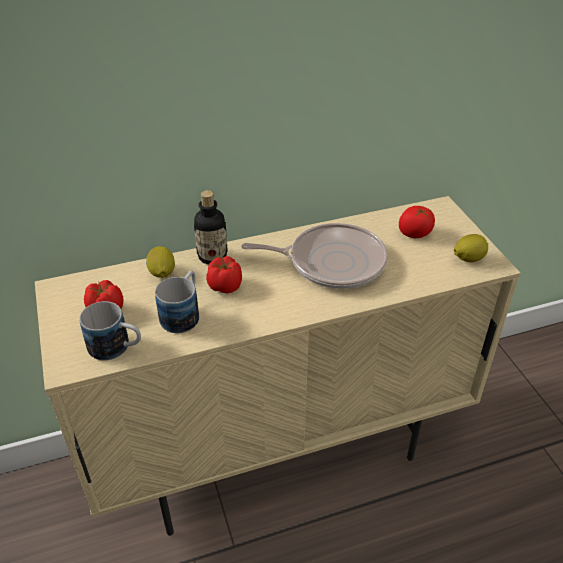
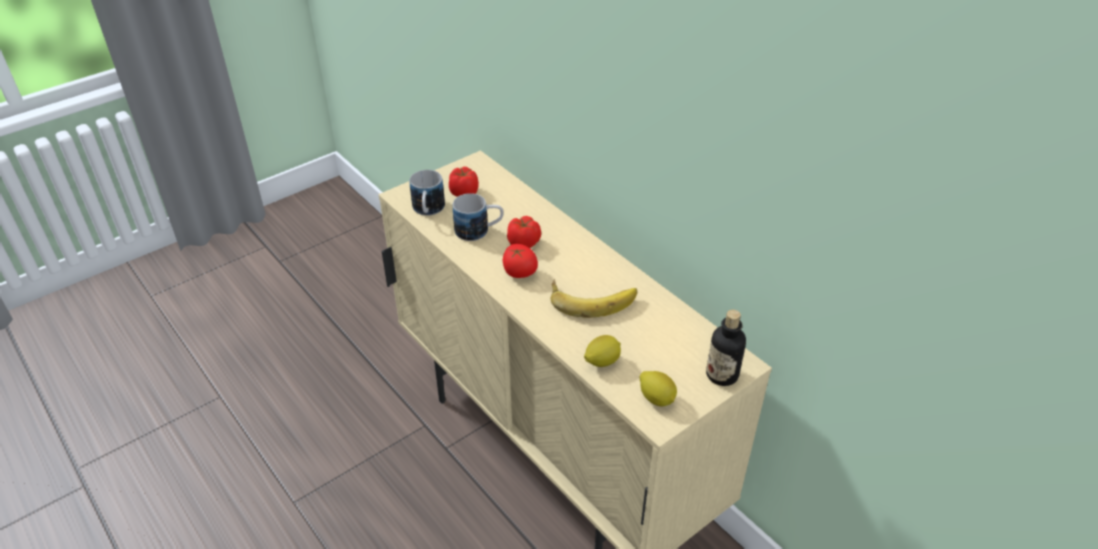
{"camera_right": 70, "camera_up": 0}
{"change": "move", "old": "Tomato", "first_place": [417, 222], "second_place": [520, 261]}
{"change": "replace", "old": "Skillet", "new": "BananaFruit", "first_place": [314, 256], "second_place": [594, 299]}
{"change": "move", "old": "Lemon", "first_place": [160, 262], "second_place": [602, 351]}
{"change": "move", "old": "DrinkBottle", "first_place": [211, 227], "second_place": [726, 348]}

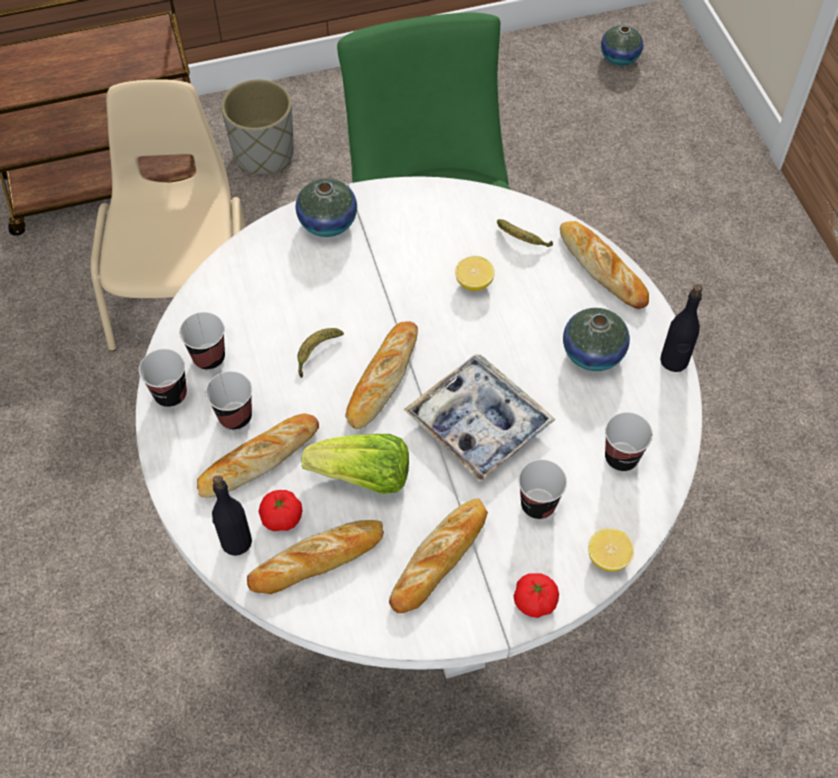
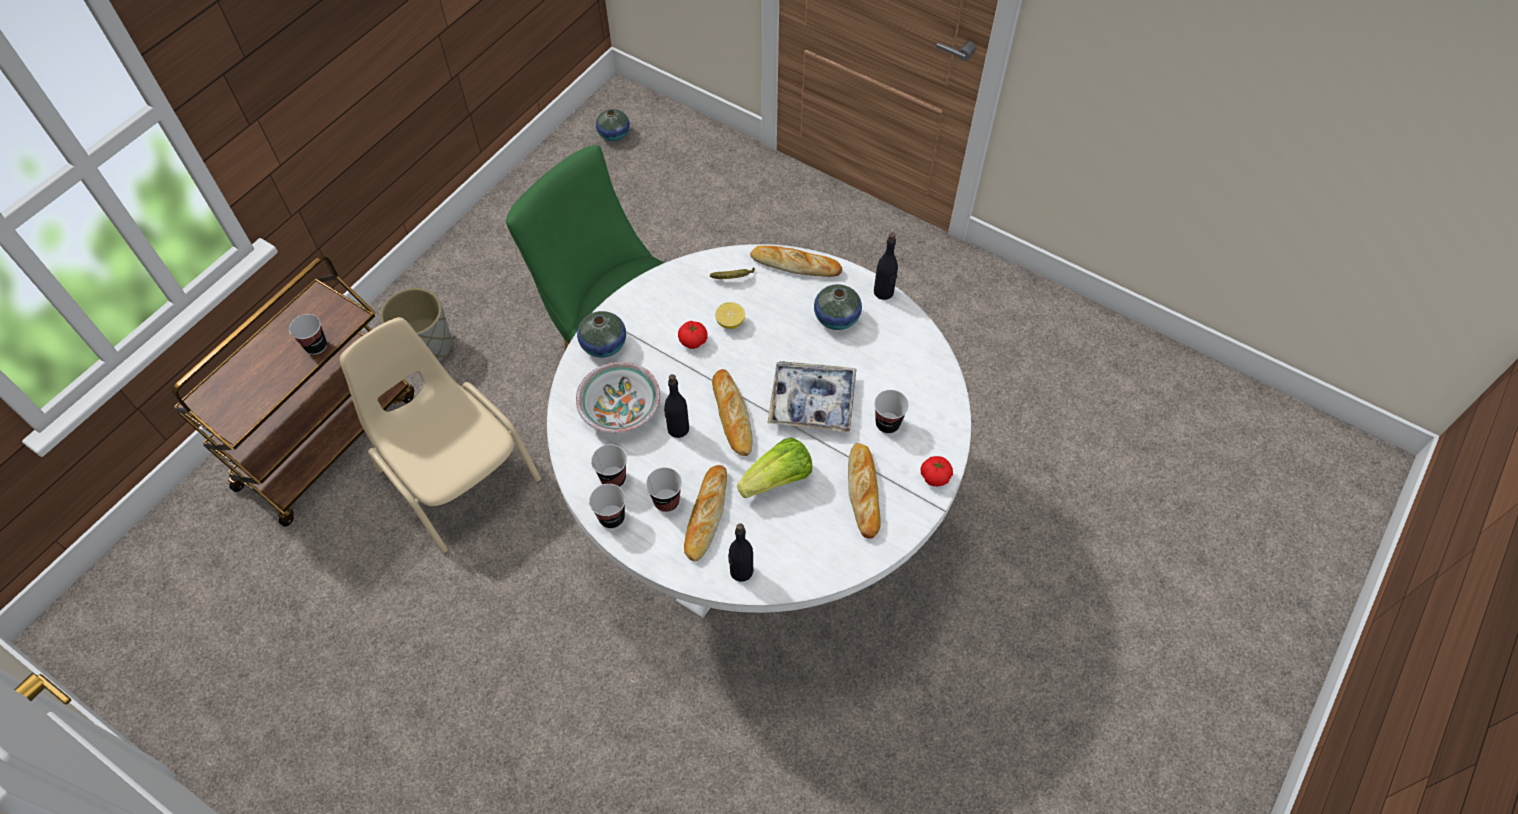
{"camera_right": -40, "camera_up": 0}
{"change": "move", "old": "SmallCup", "first_place": [629, 442], "second_place": [308, 334]}
{"change": "insert", "new": "ServingBowl", "second_place": [618, 397]}
{"change": "replace", "old": "BananaFruit", "new": "BlackishDrinkBottle", "first_place": [320, 353], "second_place": [676, 406]}
{"change": "move", "old": "Tomato", "first_place": [280, 511], "second_place": [693, 335]}
{"change": "delete", "old": "BakedBread", "first_place": [315, 557]}
{"change": "delete", "old": "Lemon", "first_place": [611, 549]}

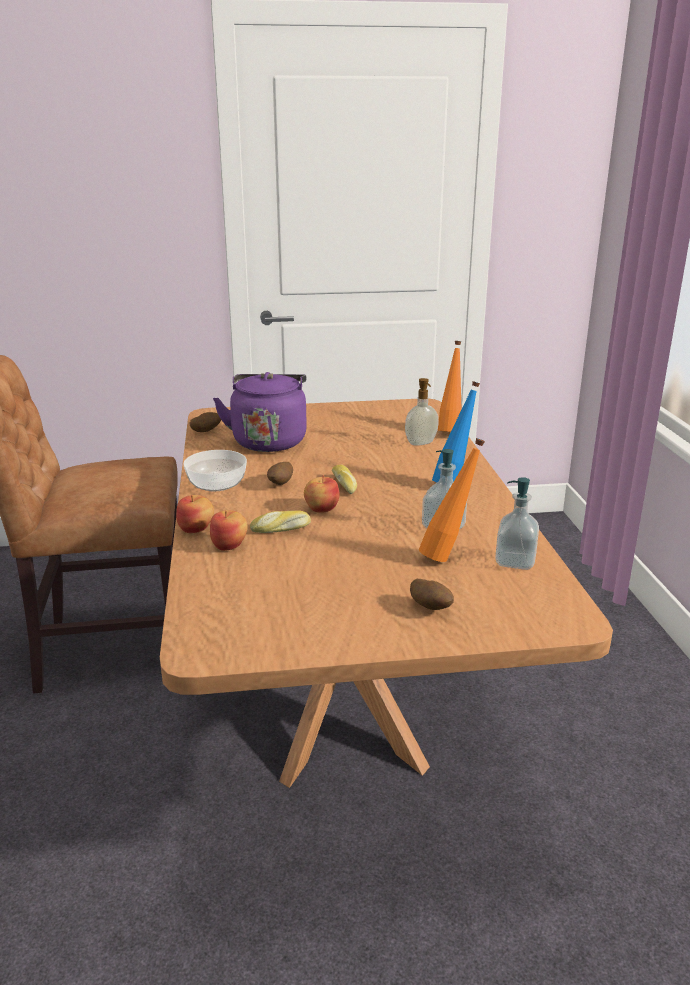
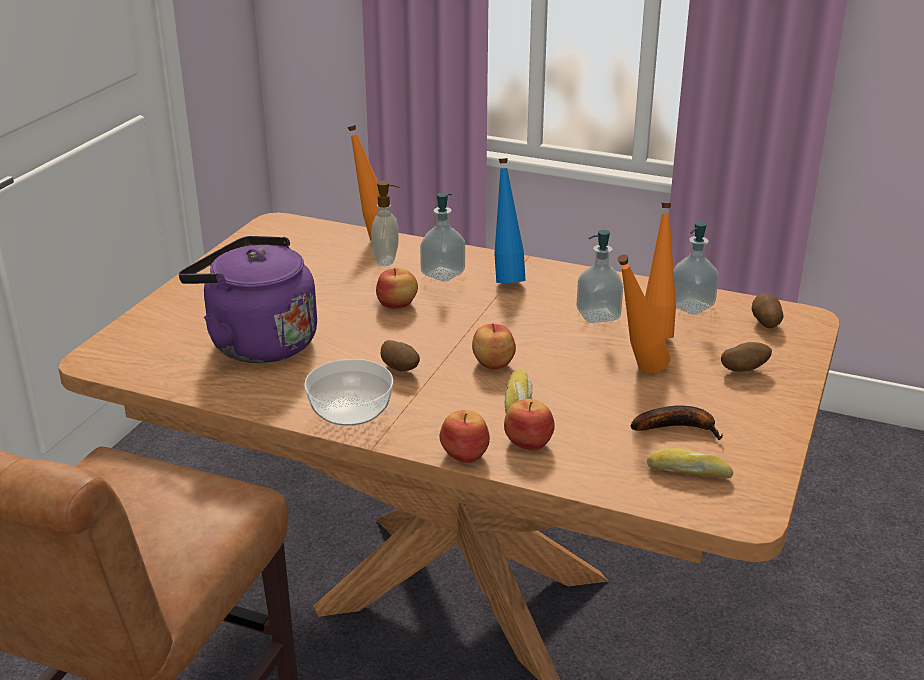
{"camera_right": -60, "camera_up": 5}
{"change": "insert", "new": "Apple", "second_place": [397, 288]}
{"change": "insert", "new": "SoapBottle", "second_place": [442, 237]}
{"change": "insert", "new": "OrangeDrinkBottle", "second_place": [643, 314]}
{"change": "insert", "new": "BananaFruit", "second_place": [677, 422]}
{"change": "move", "old": "BakedBread", "first_place": [344, 479], "second_place": [690, 463]}
{"change": "move", "old": "WholePotato", "first_place": [205, 422], "second_place": [767, 310]}

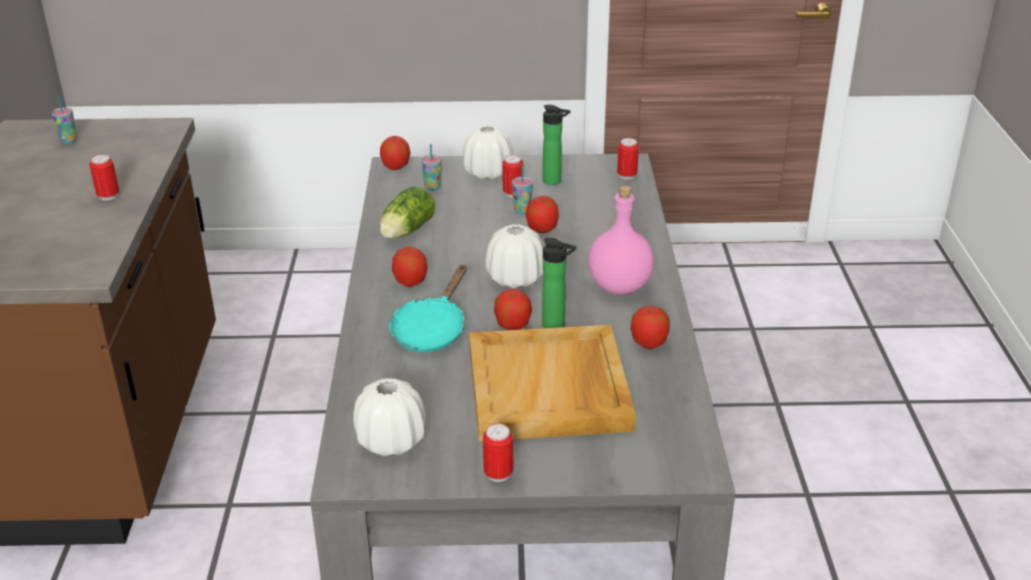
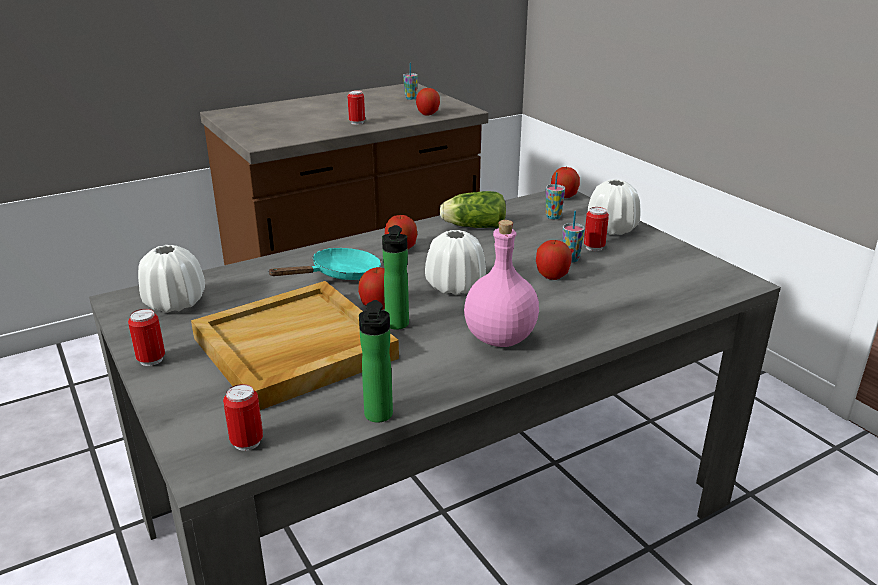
{"camera_right": 60, "camera_up": -5}
{"change": "move", "old": "MetalCan", "first_place": [628, 158], "second_place": [243, 417]}
{"change": "rotate", "old": "TurquoiseSkillet", "first_place": [428, 308], "second_place": [324, 264], "degrees": 150}
{"change": "move", "old": "DrinkBottle", "first_place": [556, 145], "second_place": [376, 361]}
{"change": "move", "old": "Apple", "first_place": [650, 327], "second_place": [428, 102]}

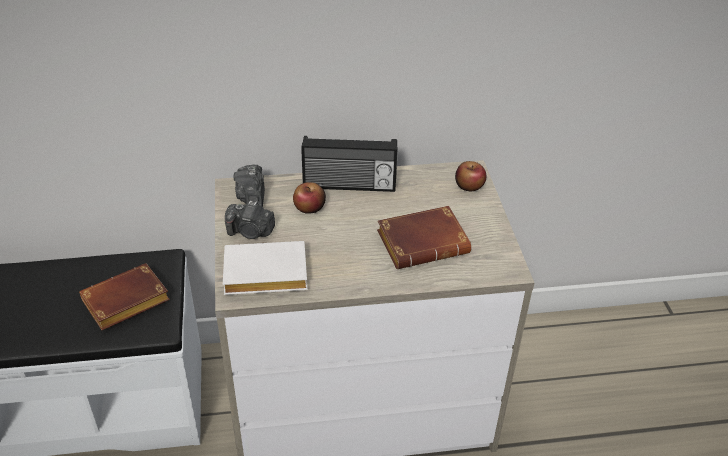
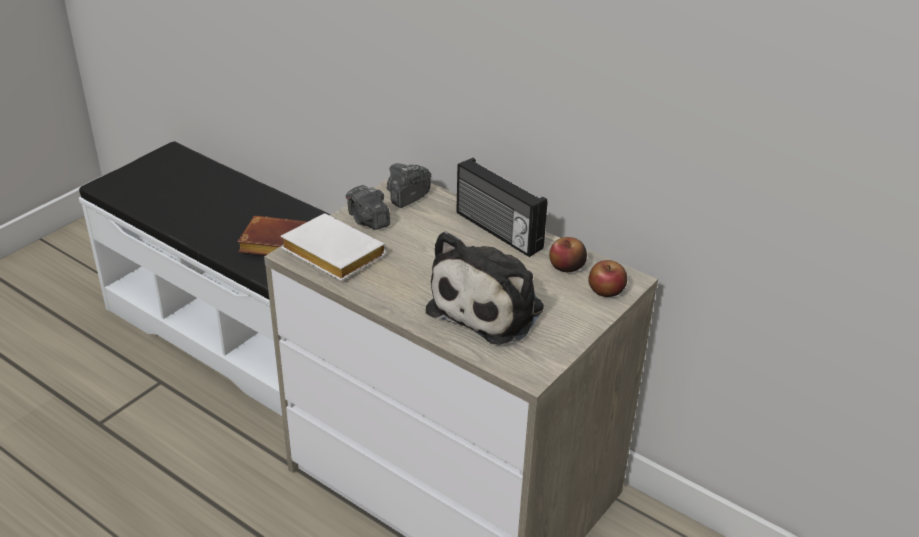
{"camera_right": 45, "camera_up": -5}
{"change": "replace", "old": "BrownBook", "new": "SoftToy", "first_place": [424, 237], "second_place": [485, 288]}
{"change": "move", "old": "Apple", "first_place": [309, 198], "second_place": [568, 254]}

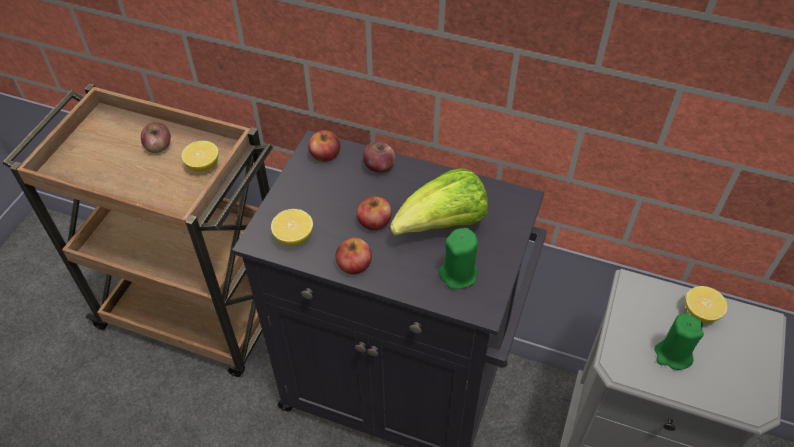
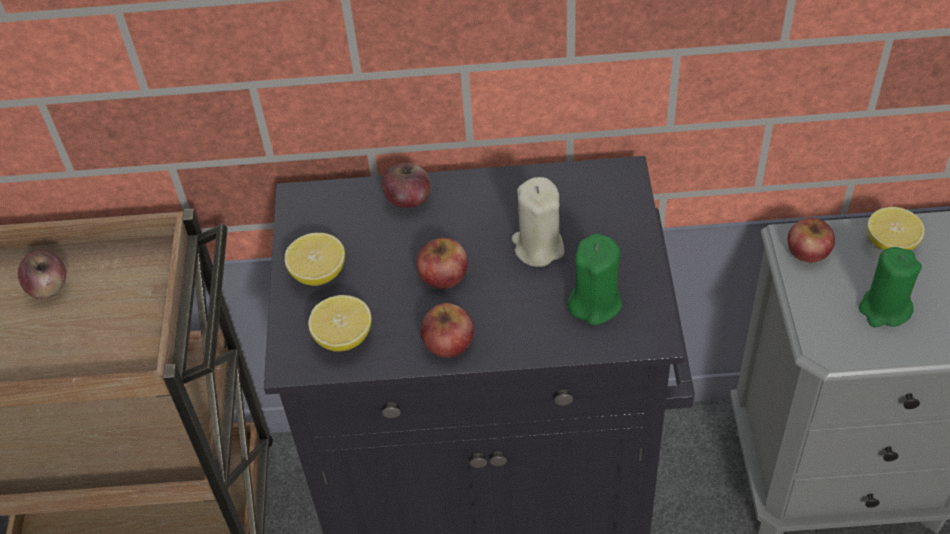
{"camera_right": -20, "camera_up": 0}
{"change": "move", "old": "Lemon", "first_place": [200, 156], "second_place": [315, 259]}
{"change": "replace", "old": "HeadOfLettuce", "new": "SandColouredCandle", "first_place": [439, 202], "second_place": [538, 222]}
{"change": "move", "old": "Apple", "first_place": [324, 146], "second_place": [811, 240]}

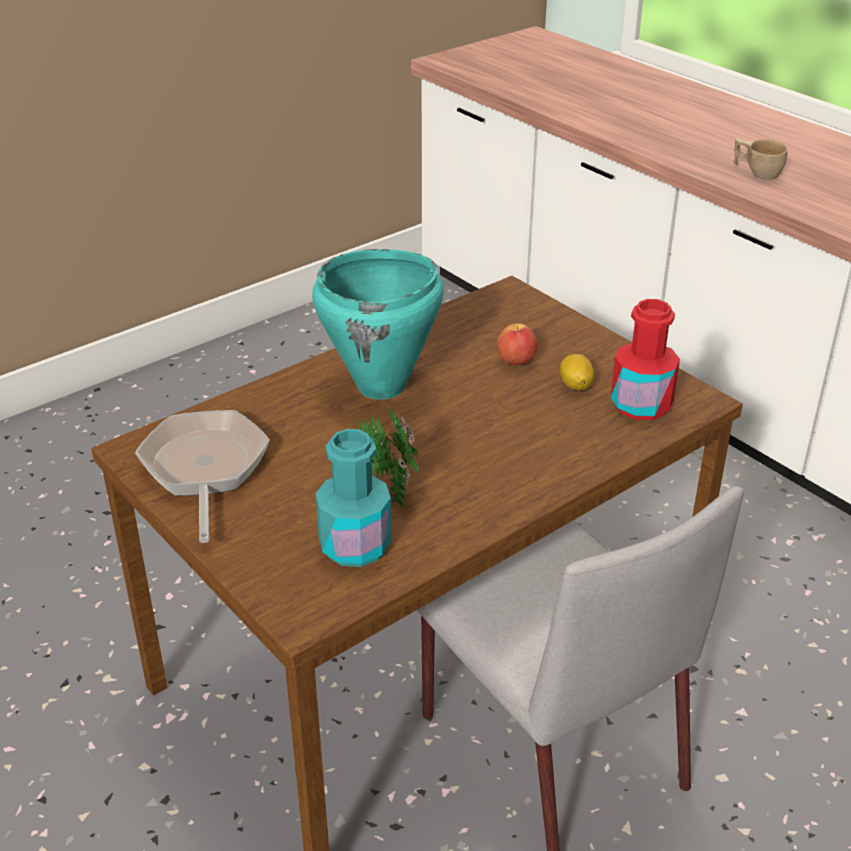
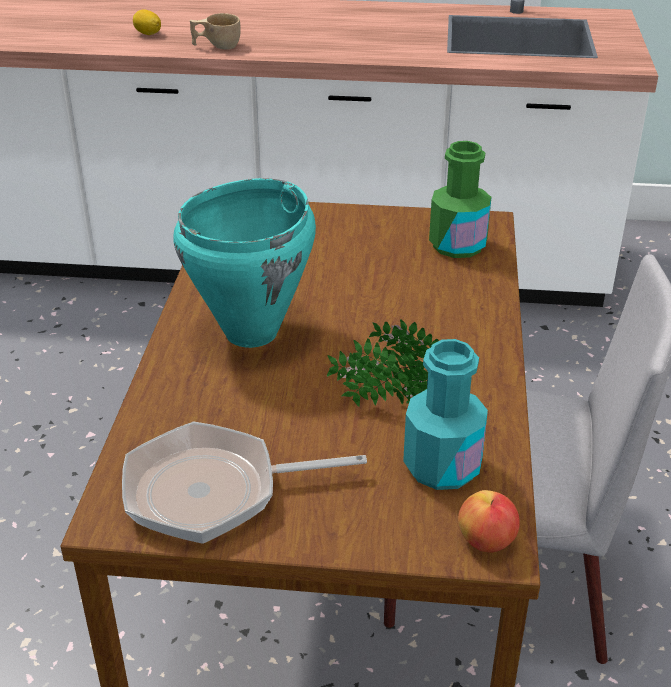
{"camera_right": -45, "camera_up": 0}
{"change": "rotate", "old": "Skillet", "first_place": [202, 476], "second_place": [244, 483], "degrees": -45}
{"change": "move", "old": "Lemon", "first_place": [577, 372], "second_place": [147, 22]}
{"change": "move", "old": "SandColouredSmallCup", "first_place": [761, 159], "second_place": [215, 31]}
{"change": "recolor", "old": "ReddishDrinkBottle", "new": "GreenDrinkBottle", "first_place": [645, 359], "second_place": [460, 199]}
{"change": "move", "old": "Apple", "first_place": [517, 344], "second_place": [489, 521]}

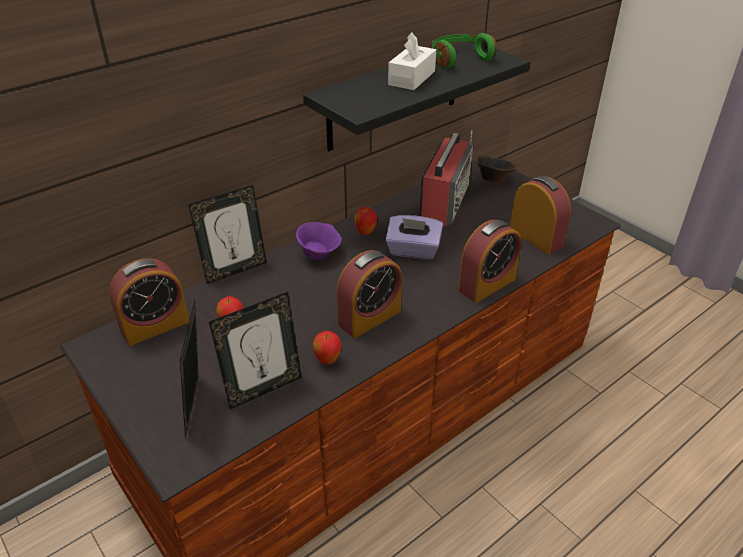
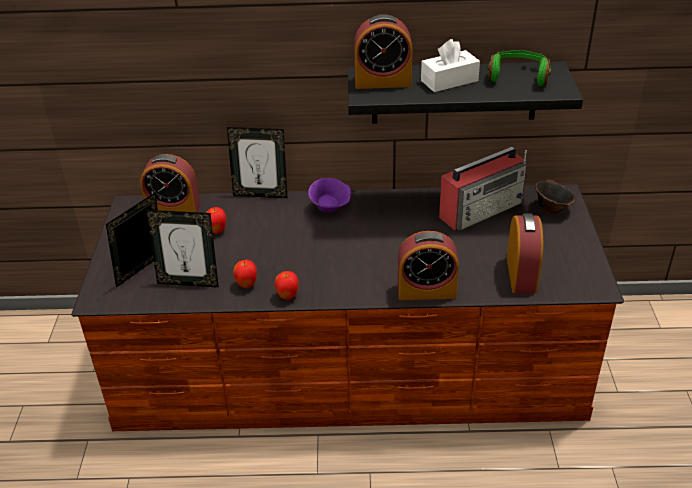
{"camera_right": 40, "camera_up": 0}
{"change": "move", "old": "Apple", "first_place": [365, 221], "second_place": [286, 285]}
{"change": "move", "old": "BedsideClock", "first_place": [369, 294], "second_place": [383, 51]}
{"change": "delete", "old": "PurplishBoxOfTissues", "first_place": [414, 237]}

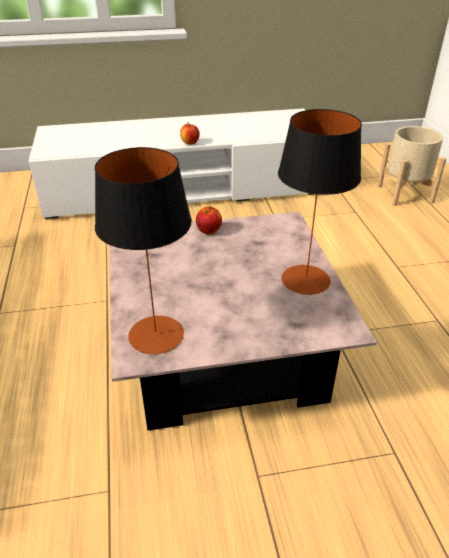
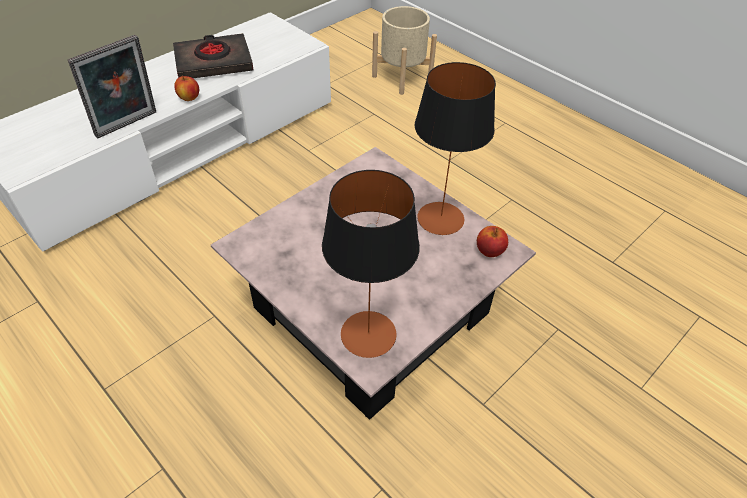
{"camera_right": -35, "camera_up": 10}
{"change": "insert", "new": "StandingFrame", "second_place": [112, 86]}
{"change": "insert", "new": "BlackishBook", "second_place": [213, 55]}
{"change": "move", "old": "Apple", "first_place": [209, 221], "second_place": [492, 241]}

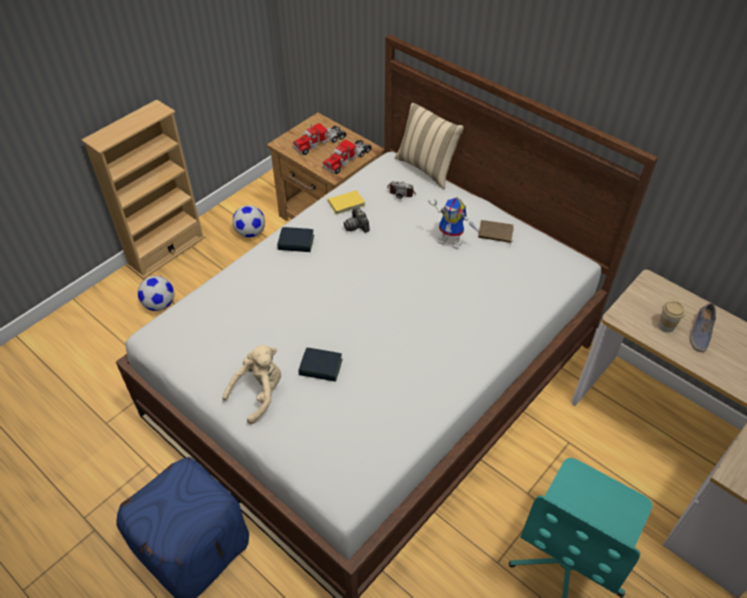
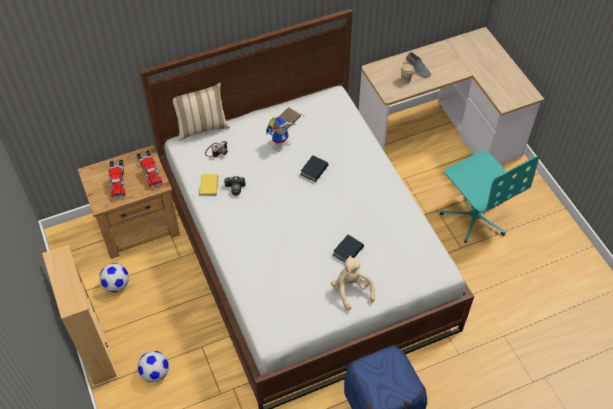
{"camera_right": -65, "camera_up": 5}
{"change": "move", "old": "Book", "first_place": [295, 239], "second_place": [314, 169]}

